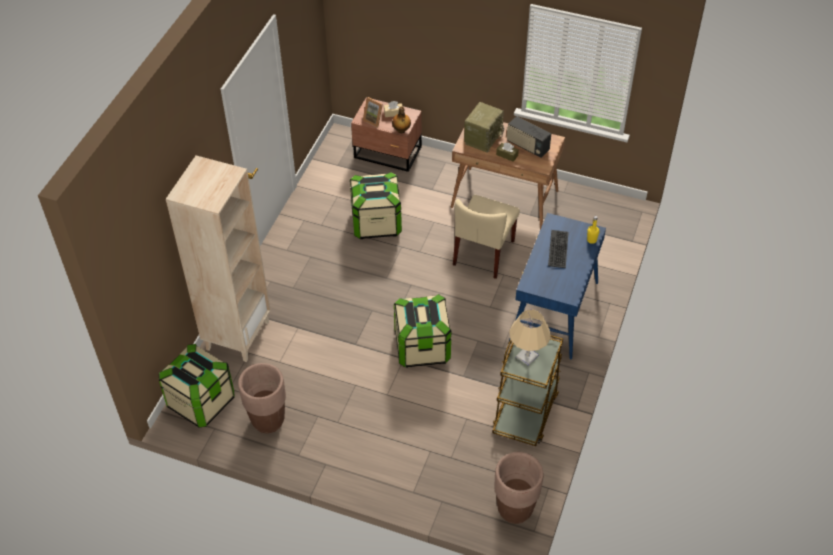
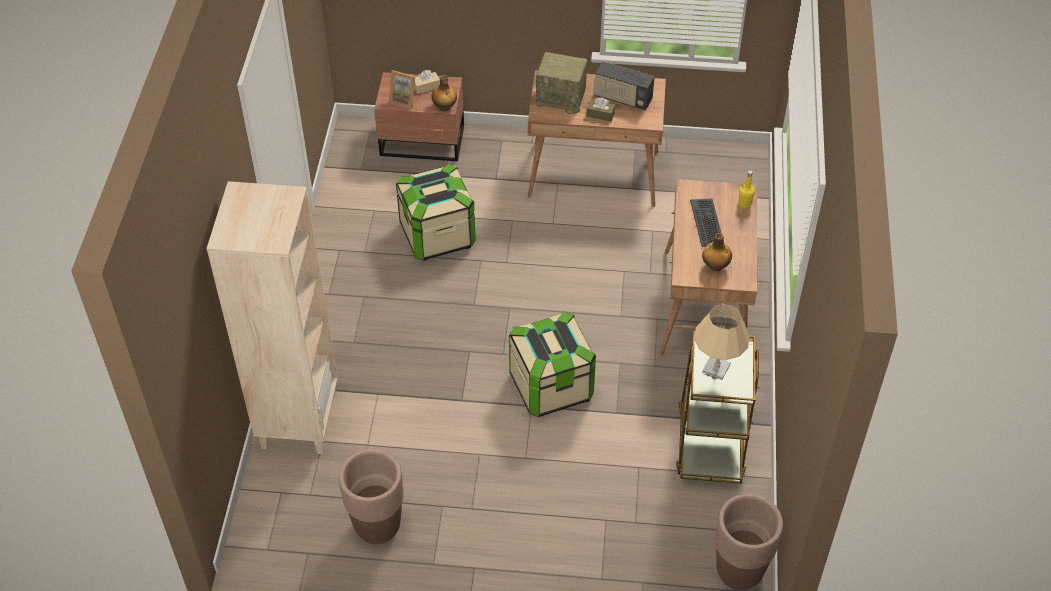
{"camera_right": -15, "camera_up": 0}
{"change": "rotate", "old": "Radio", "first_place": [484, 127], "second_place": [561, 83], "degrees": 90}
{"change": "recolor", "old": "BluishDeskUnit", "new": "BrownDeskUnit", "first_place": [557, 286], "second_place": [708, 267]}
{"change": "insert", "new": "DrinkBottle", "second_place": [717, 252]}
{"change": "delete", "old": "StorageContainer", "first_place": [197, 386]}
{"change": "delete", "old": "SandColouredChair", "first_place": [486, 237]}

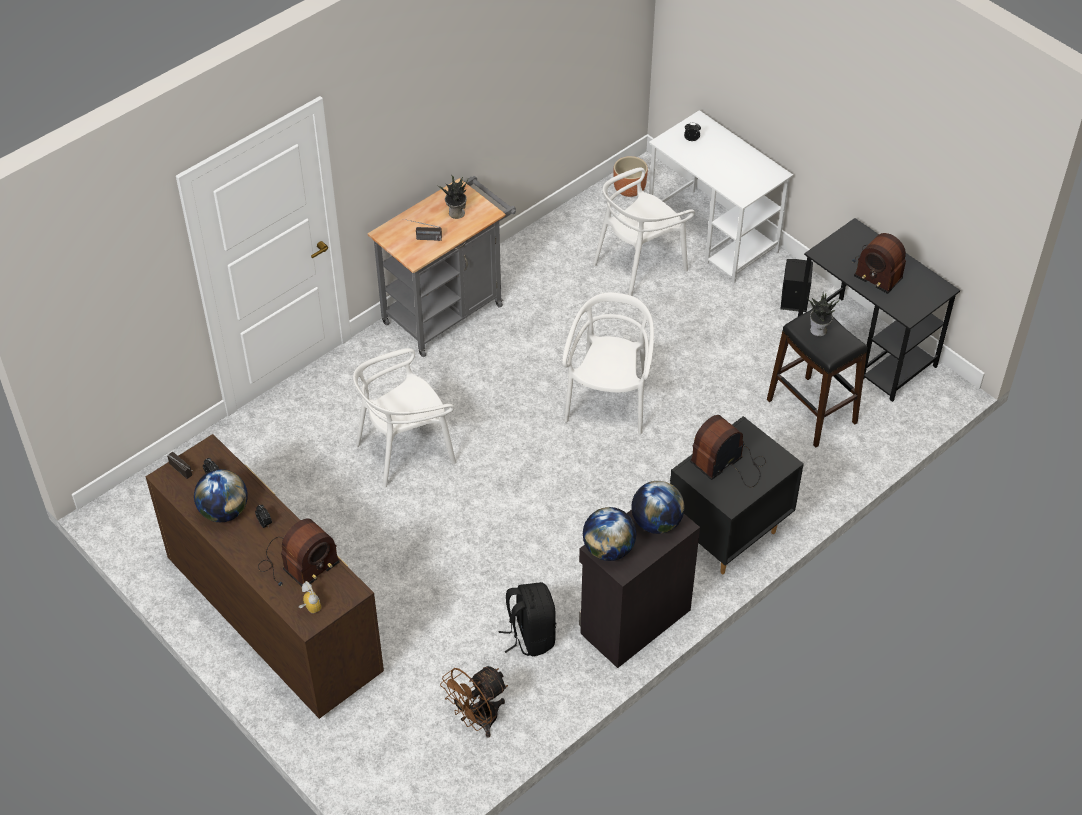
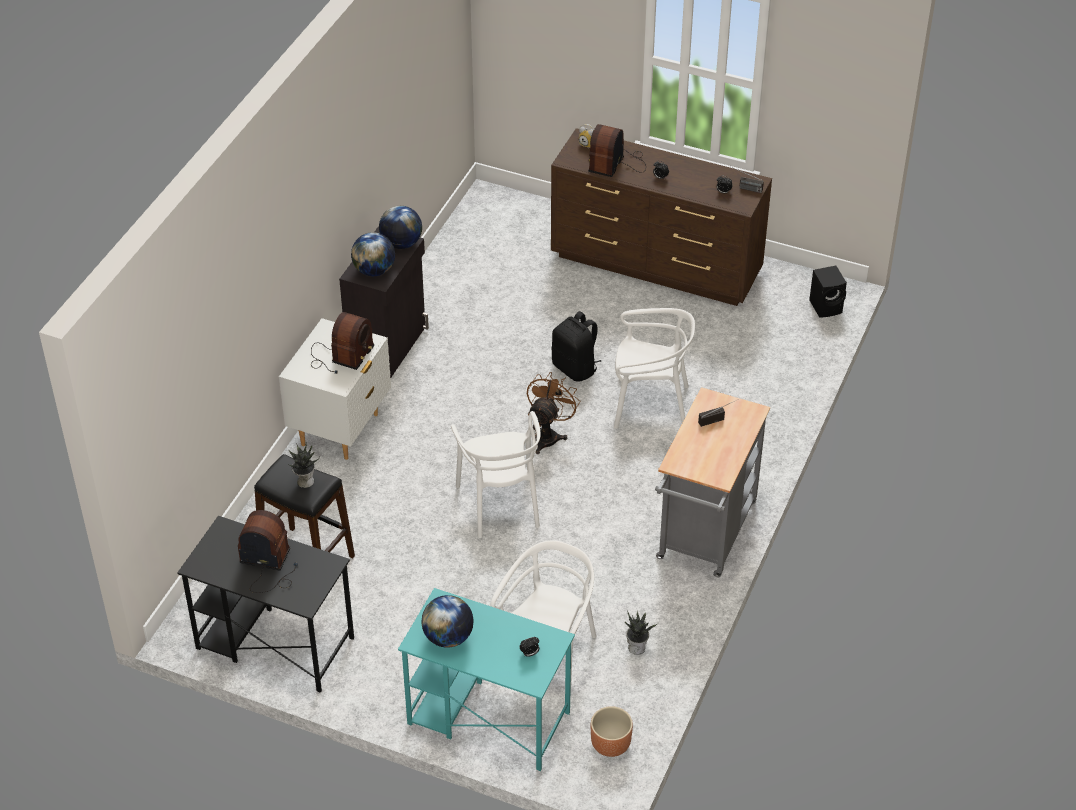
{"camera_right": 155, "camera_up": -5}
{"change": "recolor", "old": "BlackishBedsideTable", "new": "WhiteBedsideTable", "first_place": [737, 495], "second_place": [335, 389]}
{"change": "recolor", "old": "WhiteDeskUnit", "new": "TurquoiseDeskUnit", "first_place": [721, 196], "second_place": [486, 679]}
{"change": "move", "old": "Globe", "first_place": [221, 495], "second_place": [447, 621]}
{"change": "move", "old": "BrownFan", "first_place": [474, 702], "second_place": [554, 413]}
{"change": "move", "old": "BlackishKnapsack", "first_place": [527, 619], "second_place": [576, 346]}
{"change": "rotate", "old": "WhiteChair", "first_place": [404, 418], "second_place": [654, 368], "degrees": 60}
{"change": "move", "old": "PottedPlant", "first_place": [452, 197], "second_place": [641, 632]}
{"change": "move", "old": "BlackishSpeaker", "first_place": [796, 285], "second_place": [828, 292]}

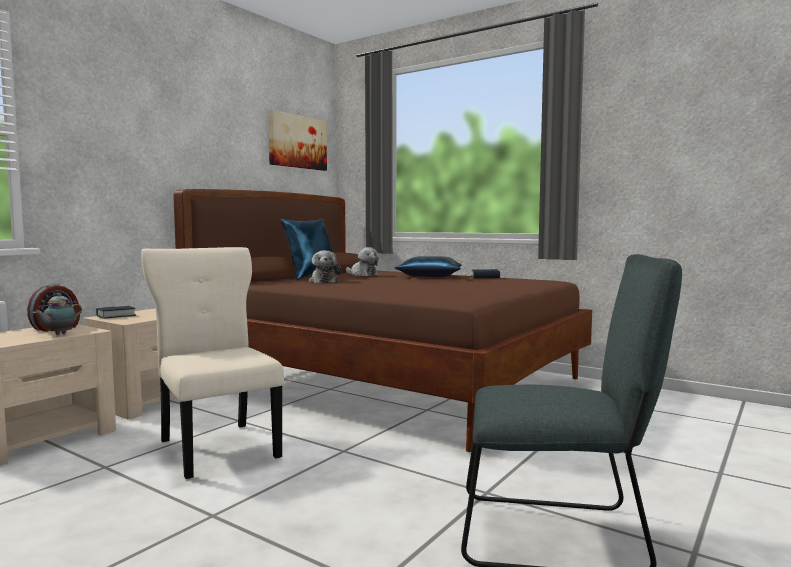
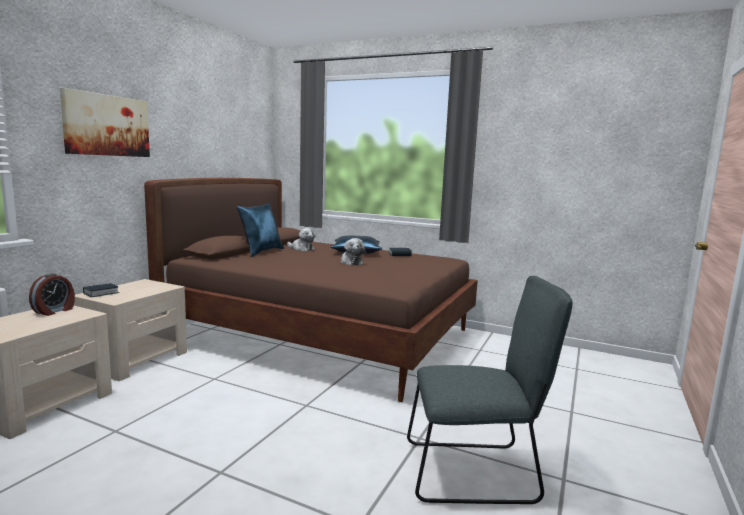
{"camera_right": -10, "camera_up": 5}
{"change": "move", "old": "Picture", "first_place": [297, 140], "second_place": [105, 122]}
{"change": "move", "old": "SoftToy", "first_place": [325, 266], "second_place": [353, 251]}
{"change": "delete", "old": "PotForTea", "first_place": [57, 314]}
{"change": "delete", "old": "SandColouredChair", "first_place": [212, 363]}

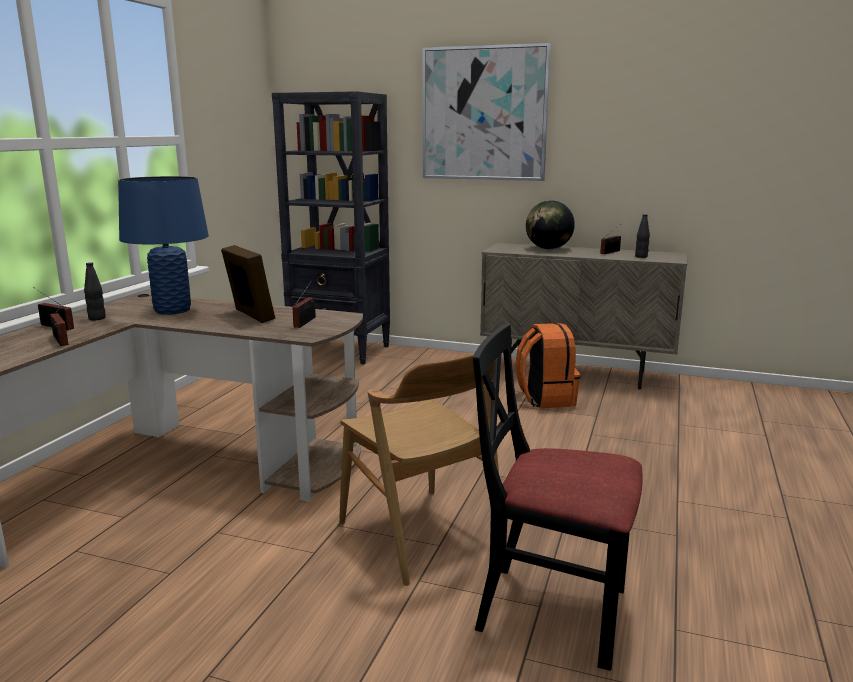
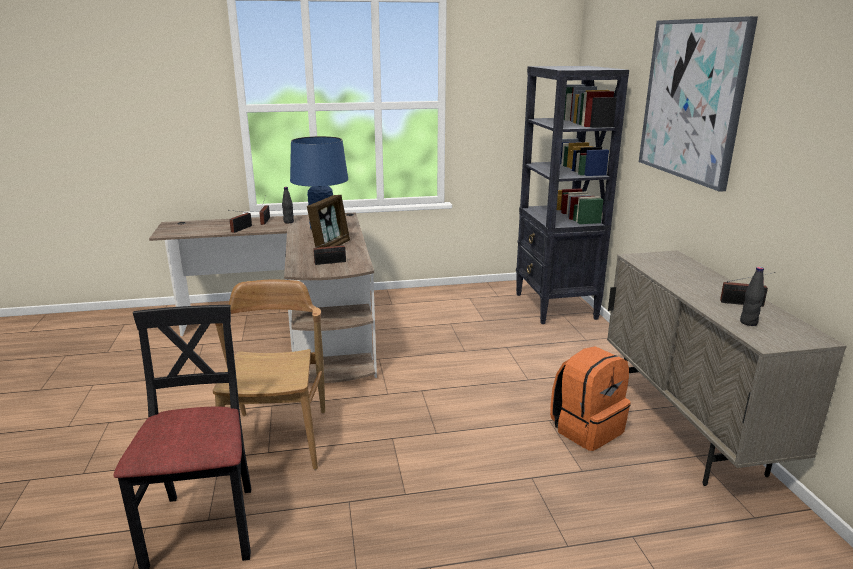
{"camera_right": 60, "camera_up": 5}
{"change": "rotate", "old": "BrownChair", "first_place": [419, 470], "second_place": [269, 374], "degrees": 150}
{"change": "delete", "old": "Globe", "first_place": [550, 224]}

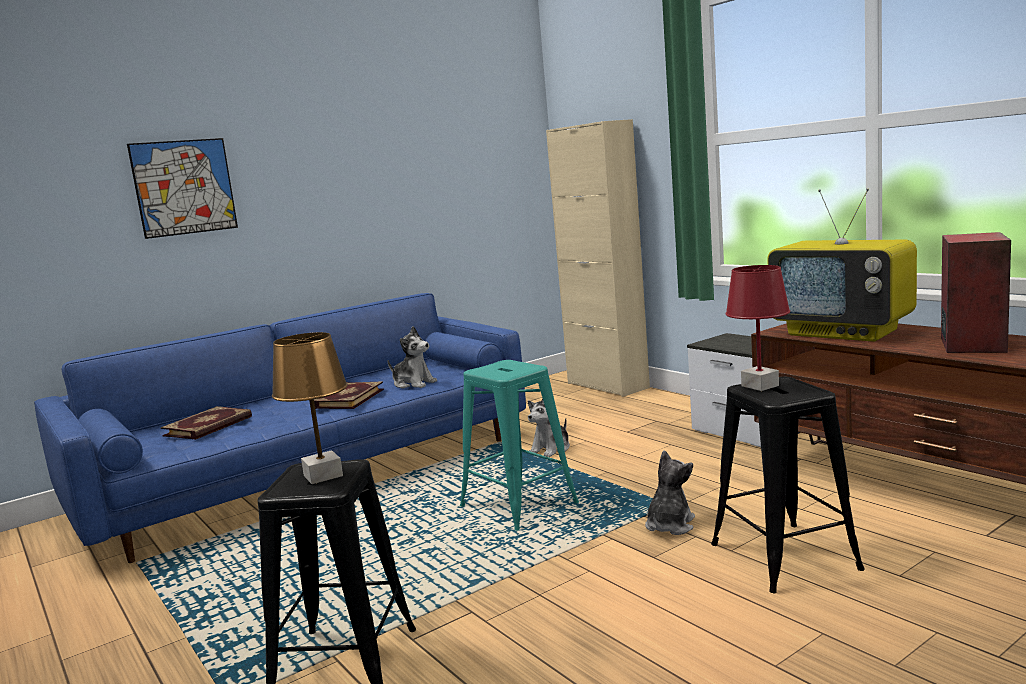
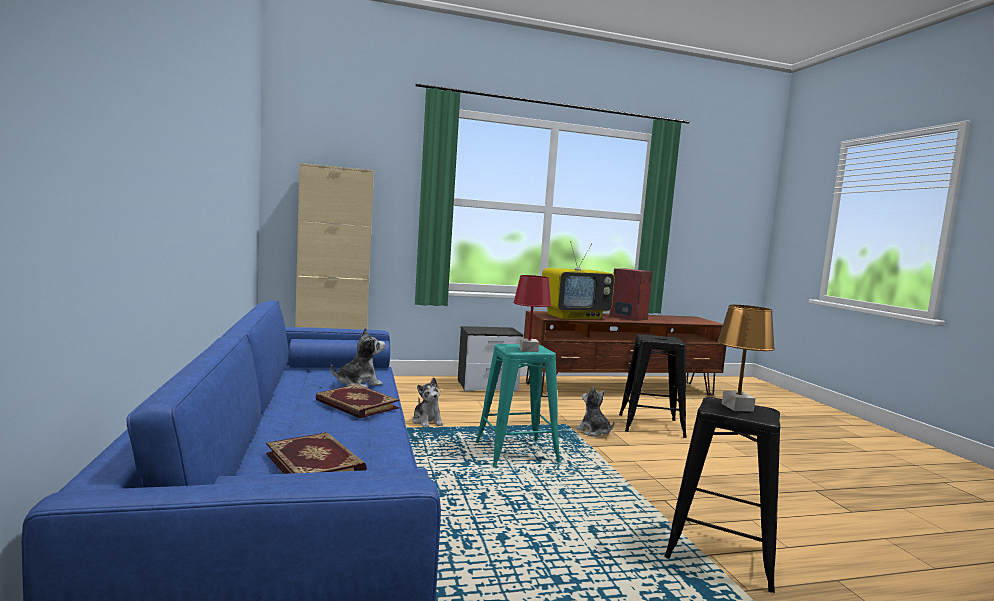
{"camera_right": -70, "camera_up": -5}
{"change": "move", "old": "ReddishTabletopLamp", "first_place": [758, 328], "second_place": [532, 313]}
{"change": "delete", "old": "Picture", "first_place": [182, 188]}

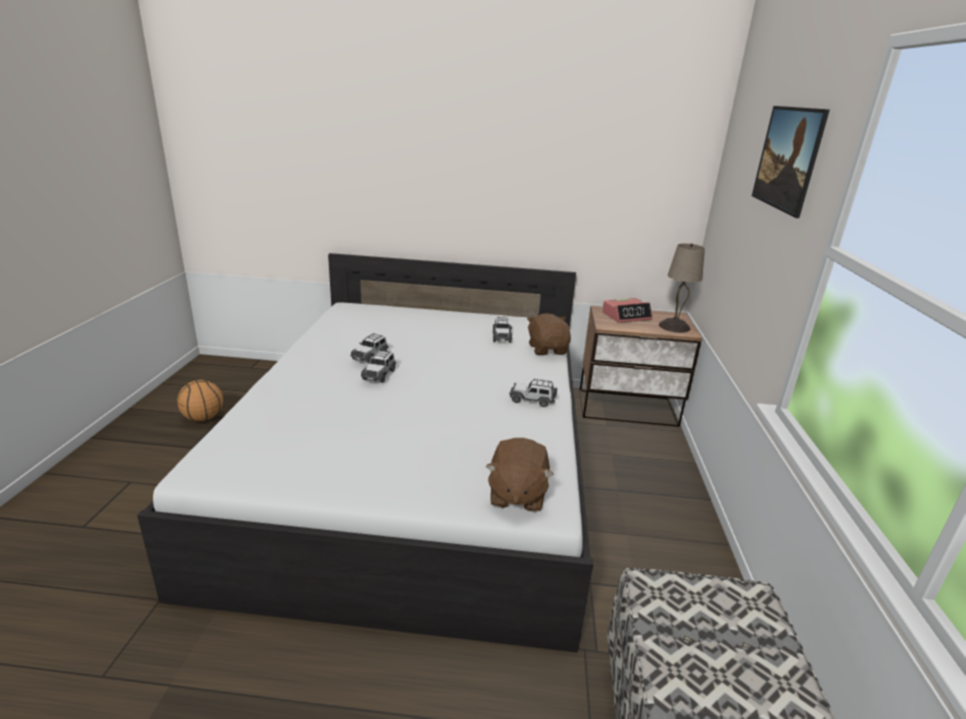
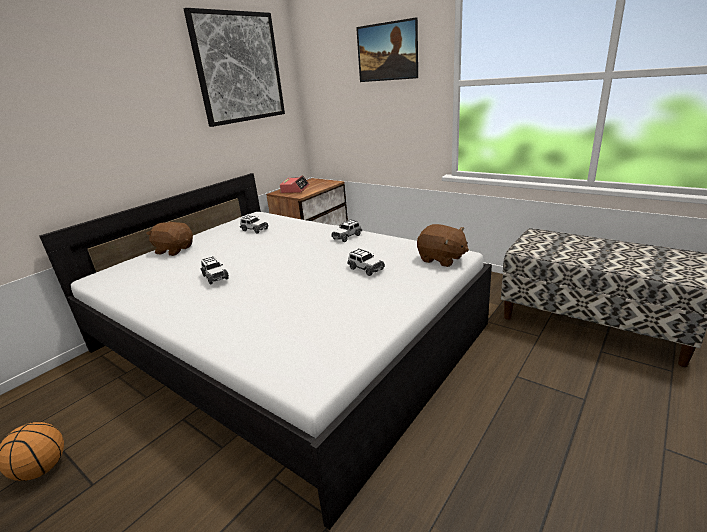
{"camera_right": -55, "camera_up": 0}
{"change": "move", "old": "BrownSoftToy", "first_place": [549, 334], "second_place": [169, 238]}
{"change": "insert", "new": "Picture", "second_place": [234, 67]}
{"change": "move", "old": "ToyCar", "first_place": [378, 366], "second_place": [366, 262]}
{"change": "delete", "old": "SandColouredTabletopLamp", "first_place": [682, 288]}

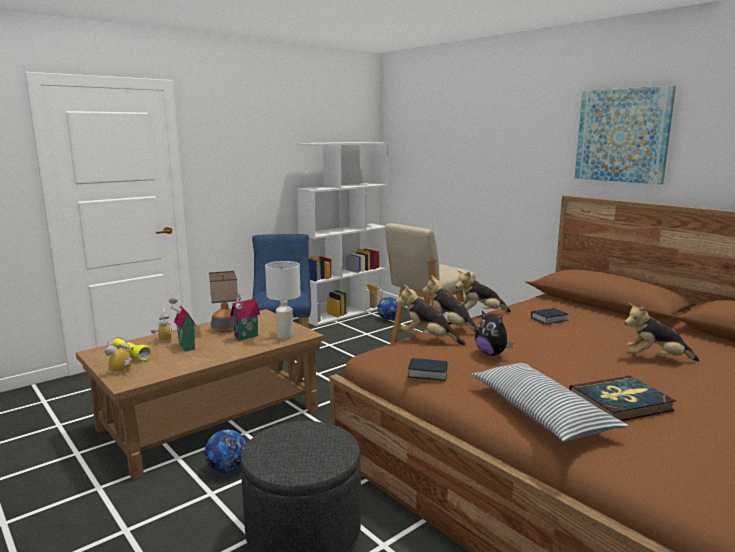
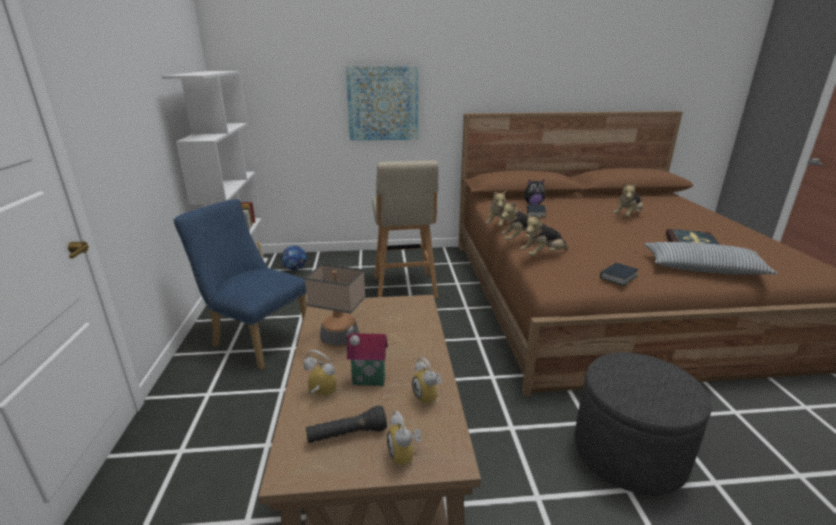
{"camera_right": -55, "camera_up": 10}
{"change": "recolor", "old": "YellowColouredFlashlight", "new": "BlackishFlashlight", "first_place": [132, 349], "second_place": [346, 424]}
{"change": "move", "old": "Picture", "first_place": [625, 134], "second_place": [382, 103]}
{"change": "insert", "new": "BedsideClock", "second_place": [427, 381]}
{"change": "move", "old": "SoftToy", "first_place": [494, 333], "second_place": [534, 192]}
{"change": "delete", "old": "FootballBall", "first_place": [225, 451]}
{"change": "delete", "old": "ToyHouse", "first_place": [245, 317]}
{"change": "delete", "old": "WhiteTabletopLamp", "first_place": [283, 300]}

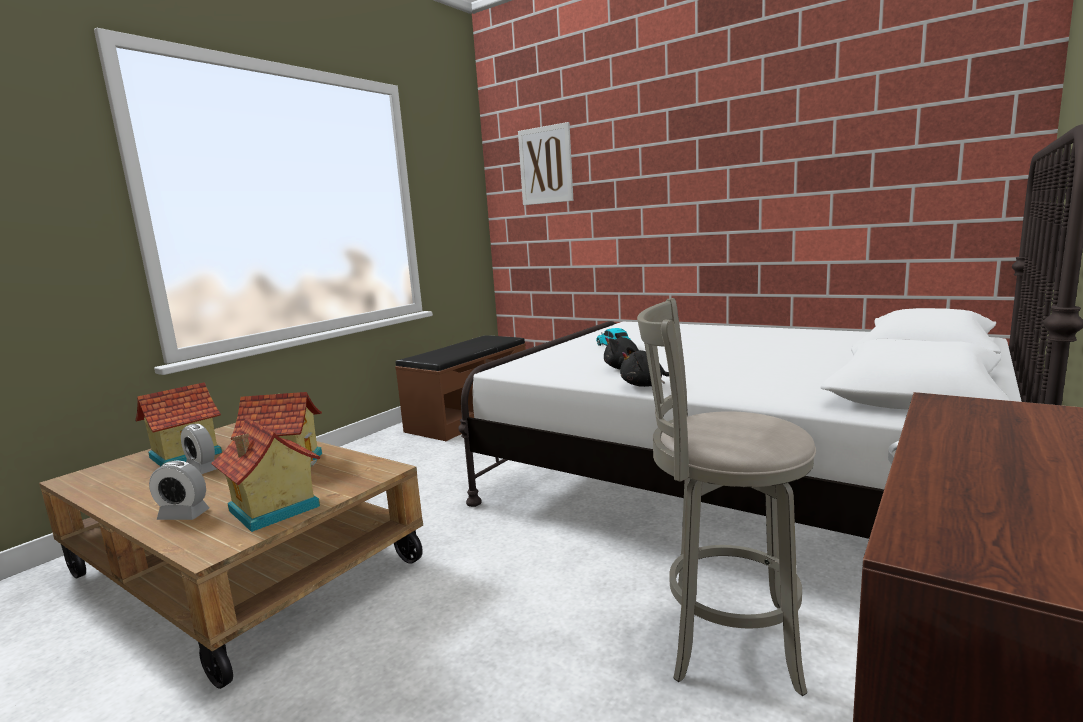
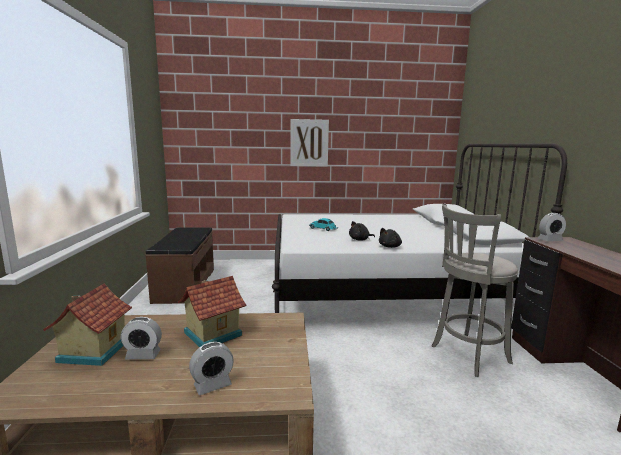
{"camera_right": -40, "camera_up": 0}
{"change": "move", "old": "Picture", "first_place": [545, 163], "second_place": [309, 143]}
{"change": "insert", "new": "BedsideClock", "second_place": [552, 227]}
{"change": "delete", "old": "ToyHouse", "first_place": [265, 475]}

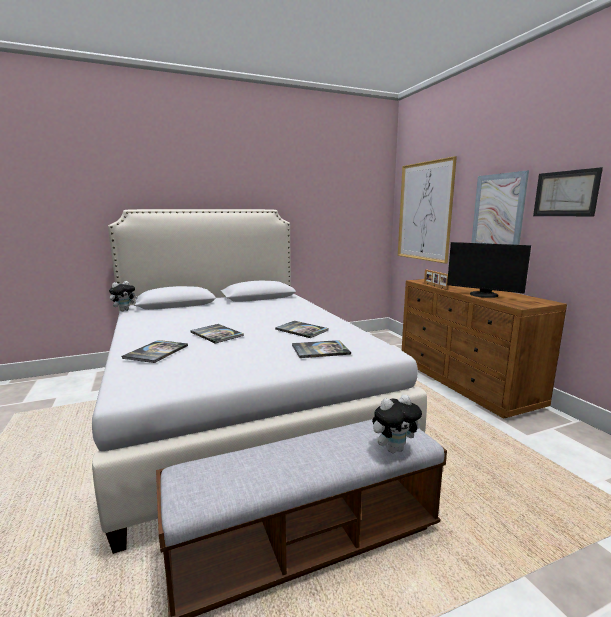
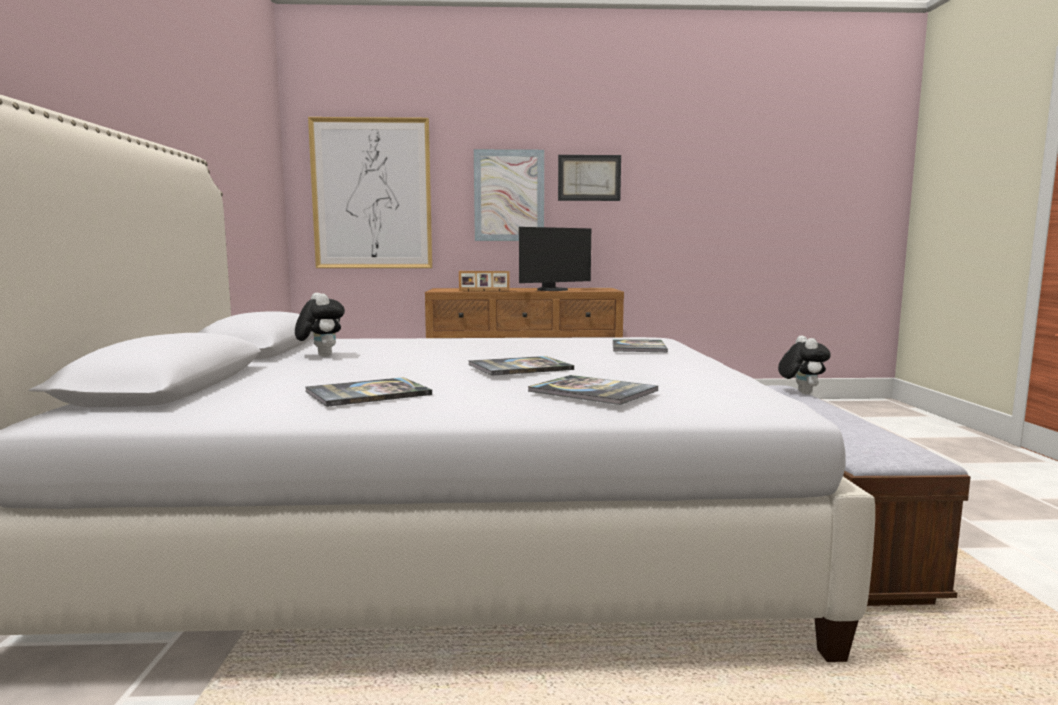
{"camera_right": -70, "camera_up": -5}
{"change": "move", "old": "SoftToy", "first_place": [123, 296], "second_place": [320, 325]}
{"change": "move", "old": "Book", "first_place": [302, 329], "second_place": [368, 392]}

